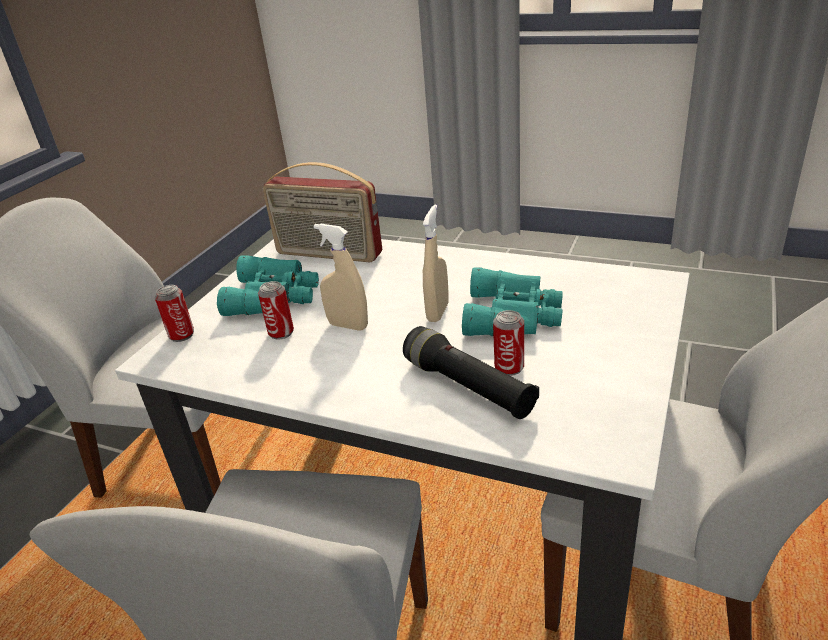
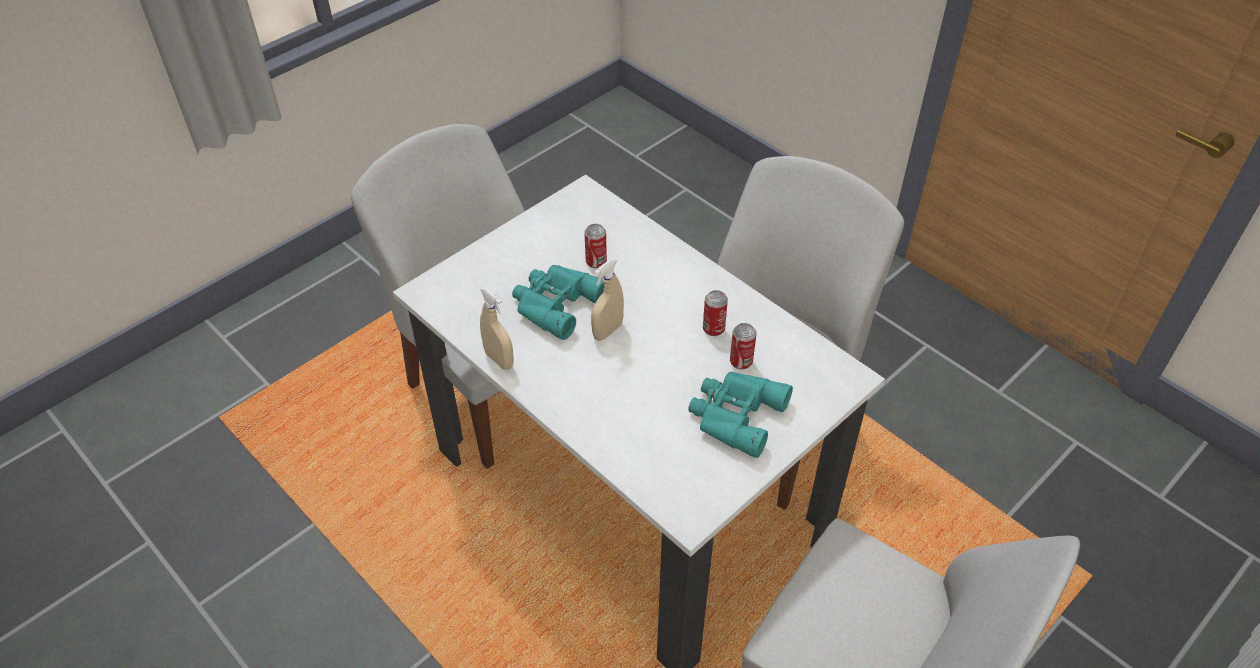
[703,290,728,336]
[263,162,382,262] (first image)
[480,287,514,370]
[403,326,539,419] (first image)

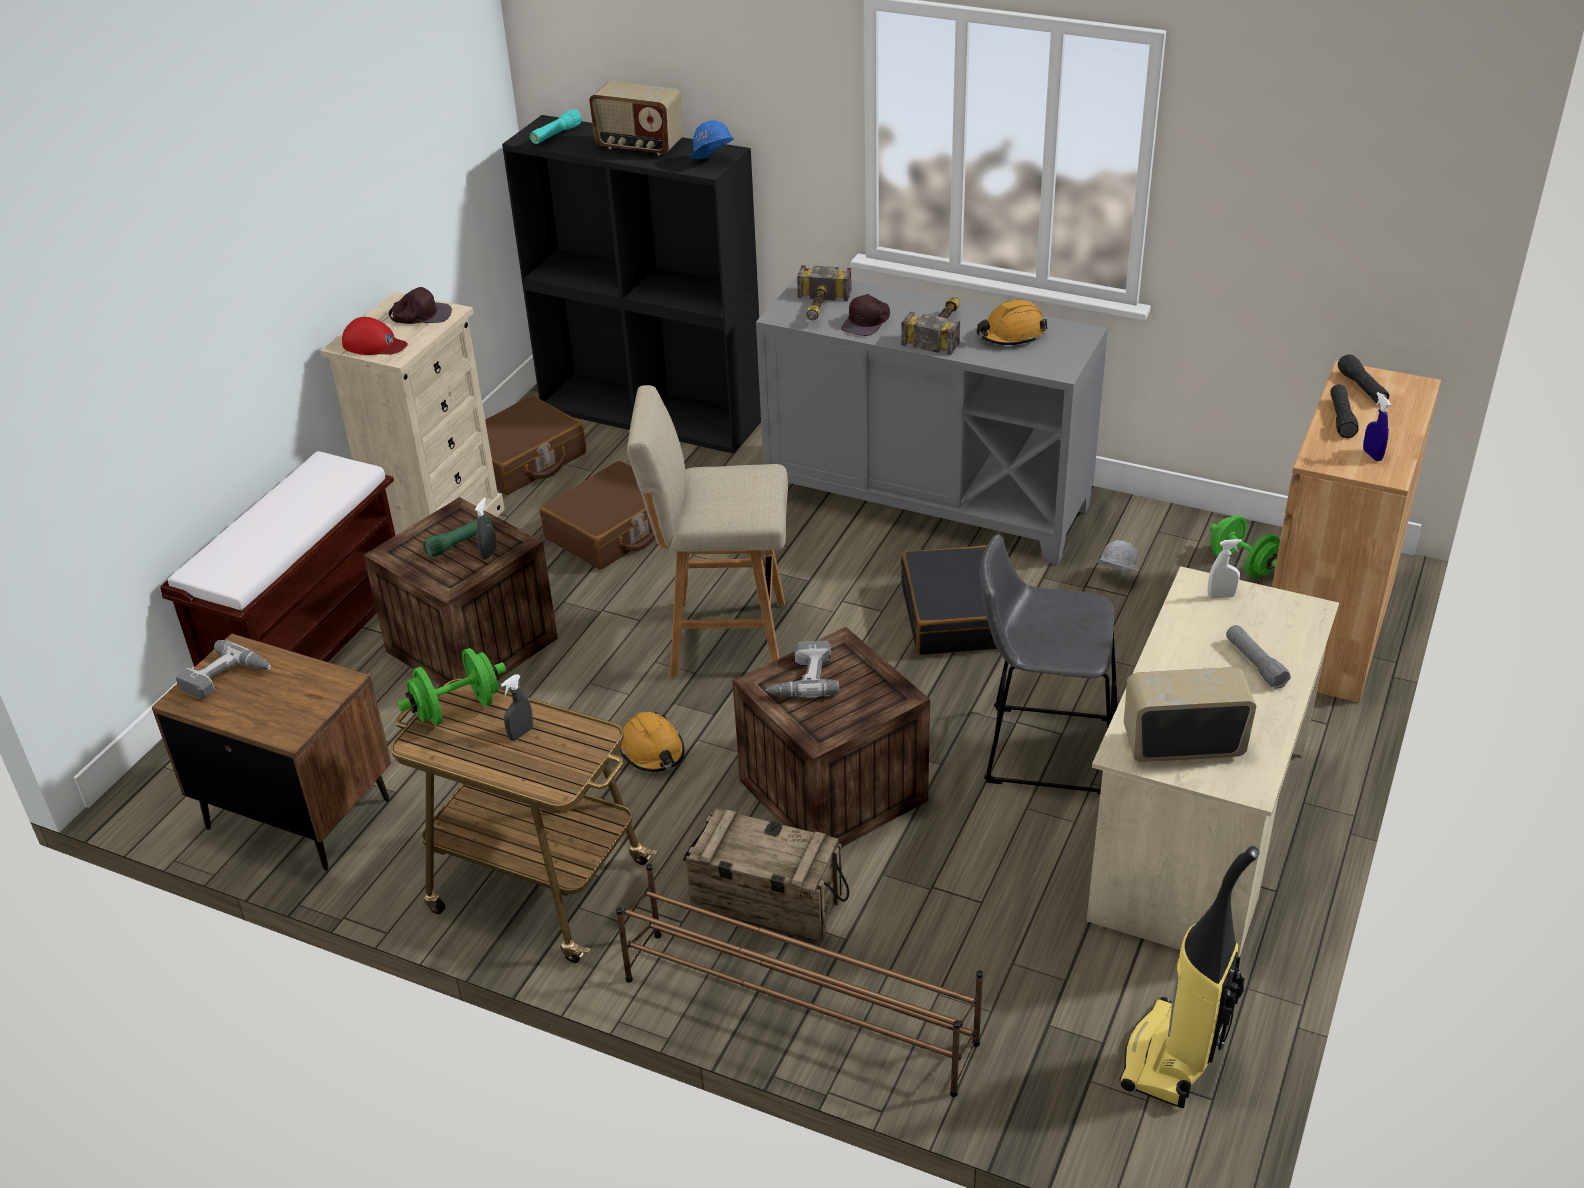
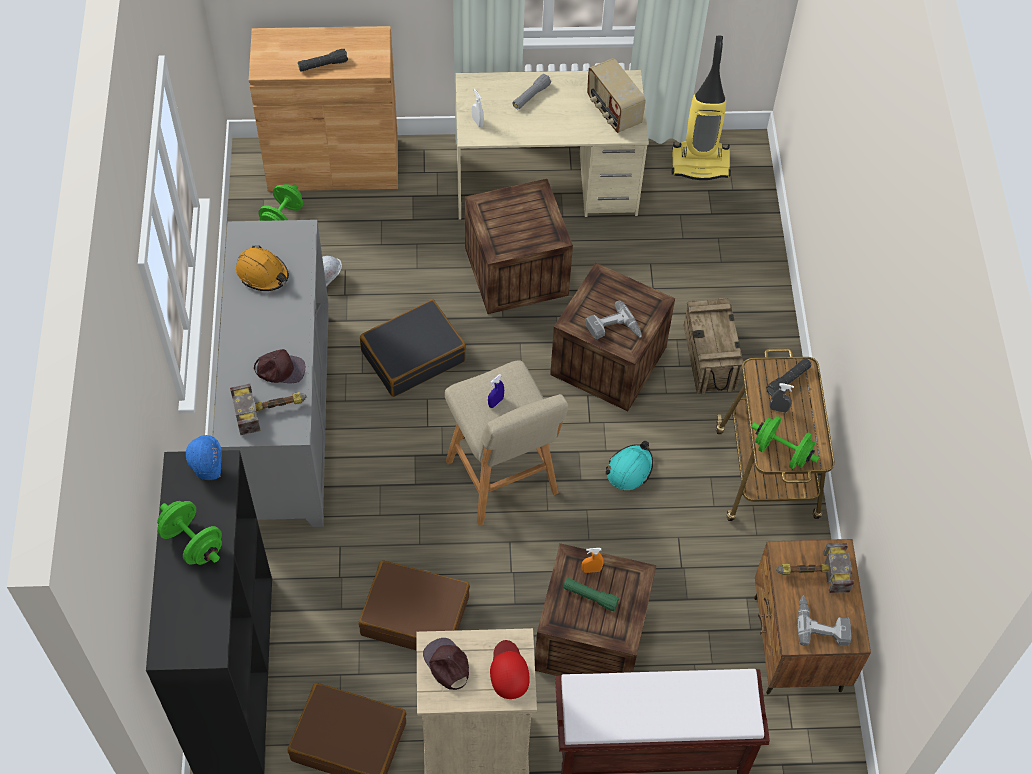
[582,548,604,573]
[530,109,582,144] (first image)
[157,501,222,565]
[616,864,983,1097] (first image)
[606,441,653,490]
[776,543,854,593]
[465,179,573,314]
[766,358,811,397]
[488,374,504,408]

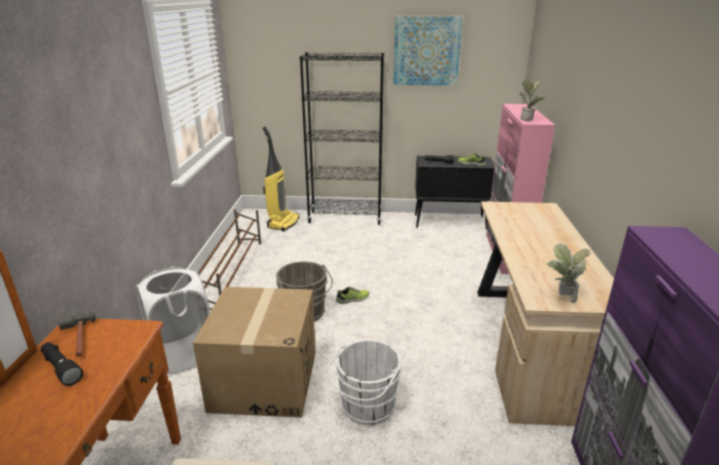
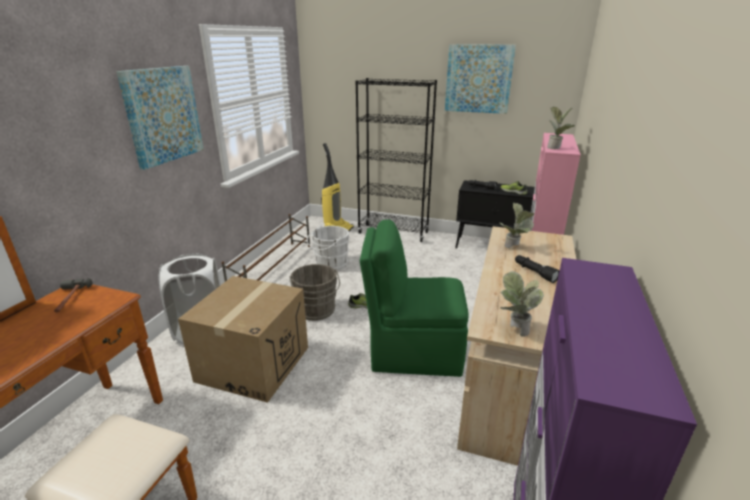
[515,255,559,283]
[307,225,350,270]
[116,66,204,170]
[360,219,469,377]
[499,202,534,248]

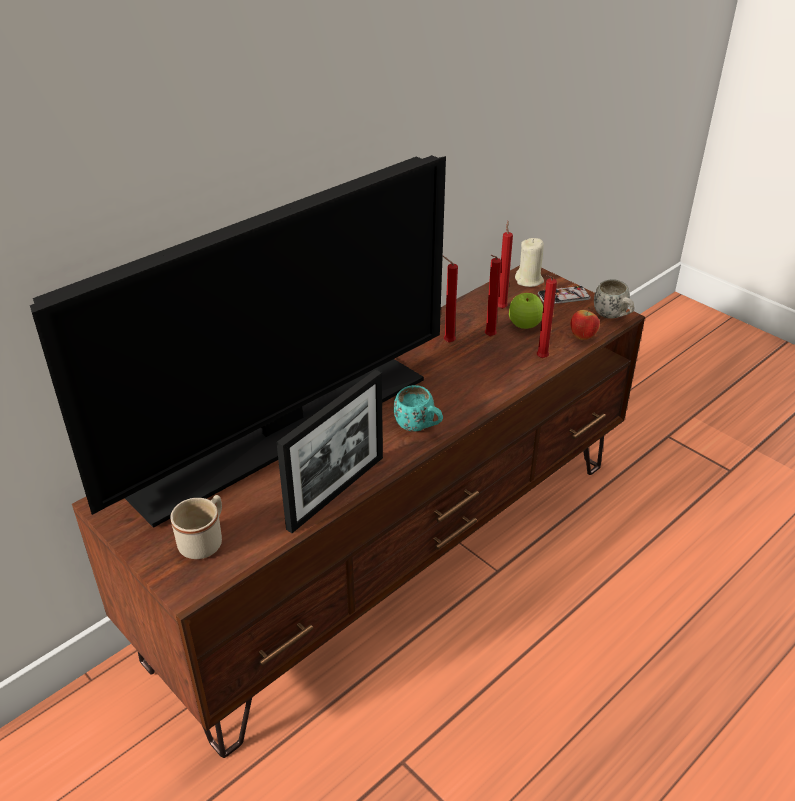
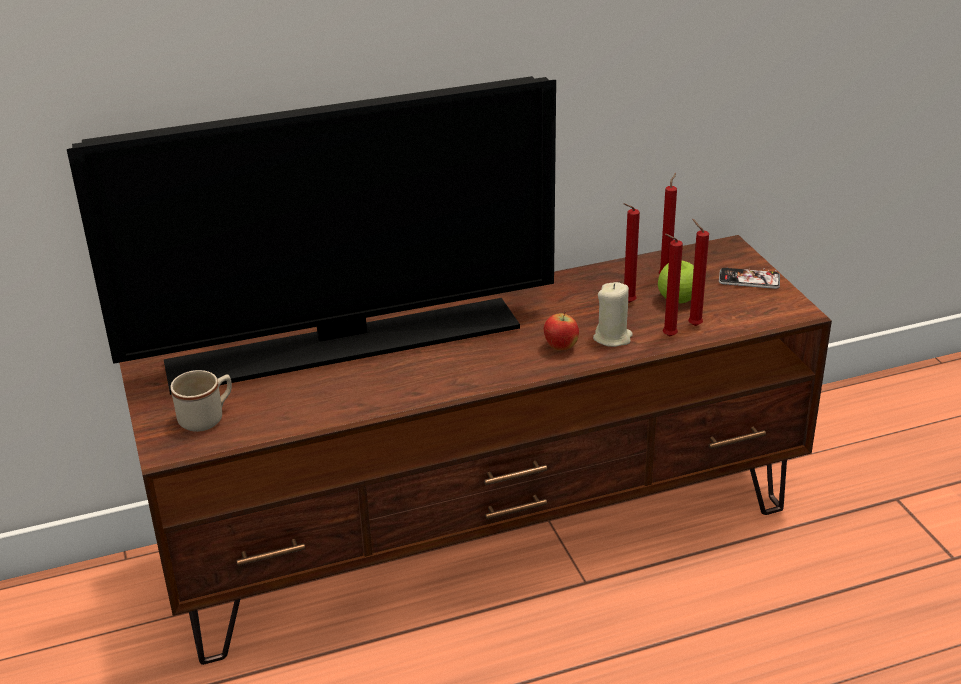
[276,370,383,533] (first image)
[394,385,443,432] (first image)
[688,219,709,326]
[593,282,633,347]
[544,311,579,350]
[594,279,635,319] (first image)

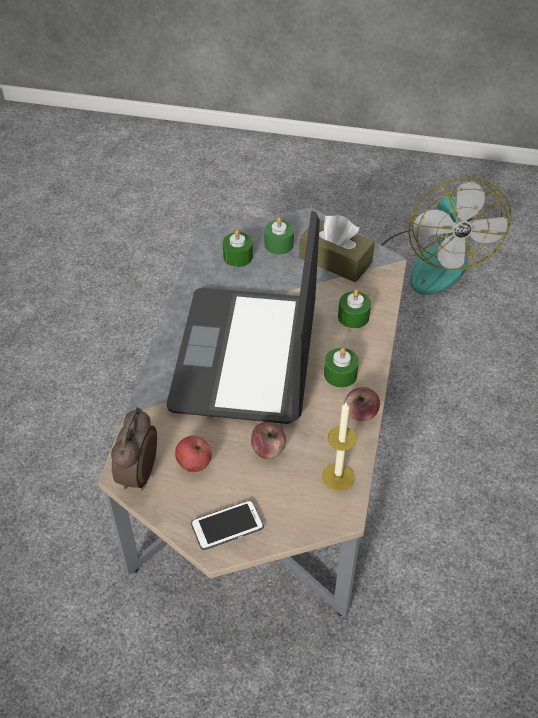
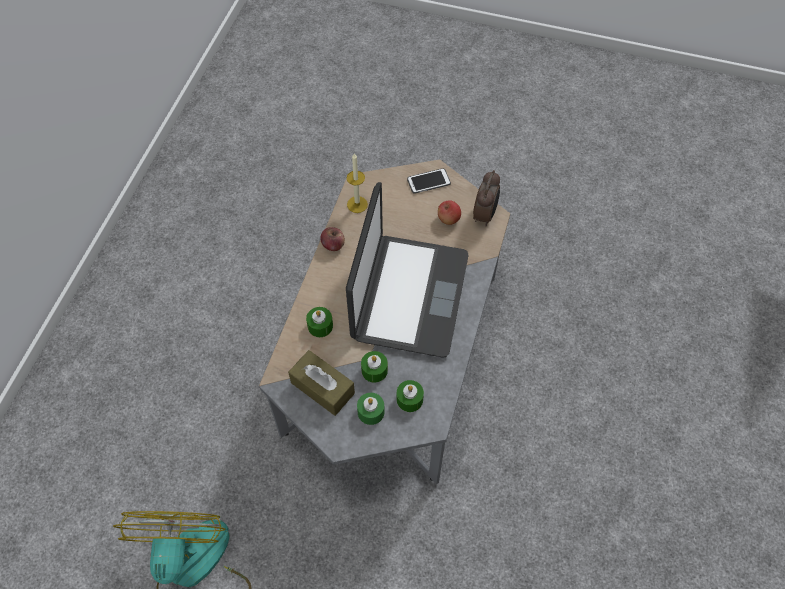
[251,422,286,459] (first image)
[361,351,388,383]

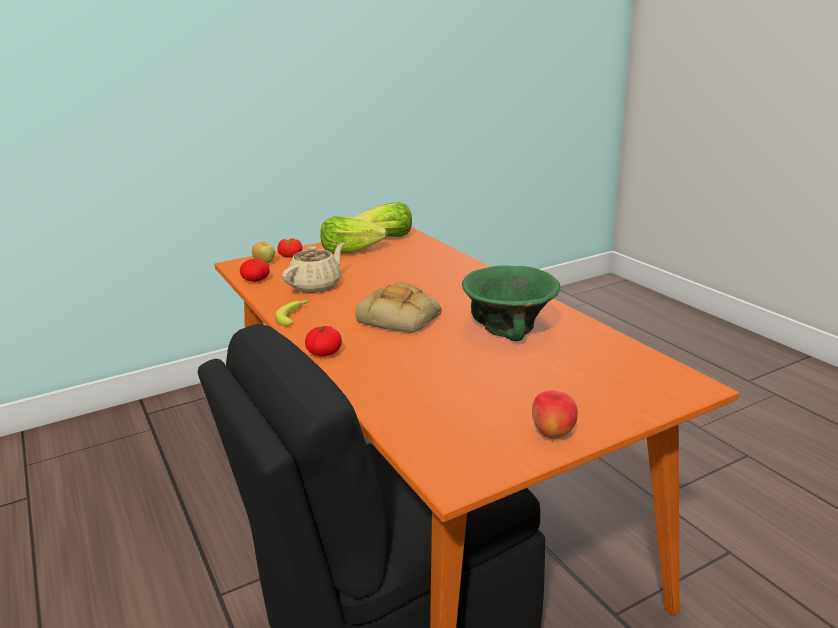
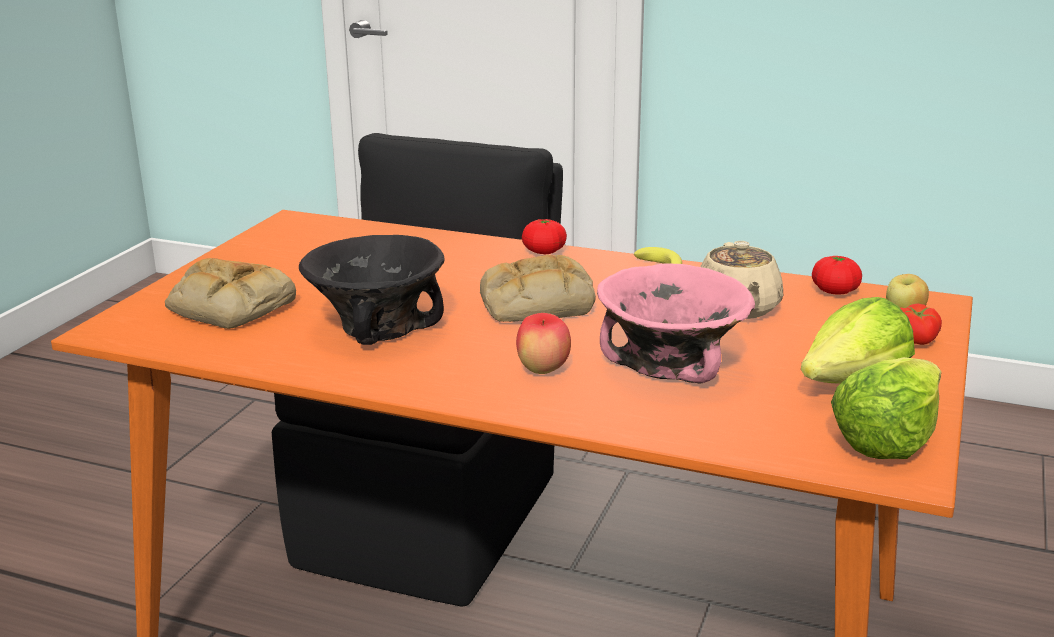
[299,235,444,345]
[516,313,571,374]
[165,258,296,329]
[597,264,755,384]

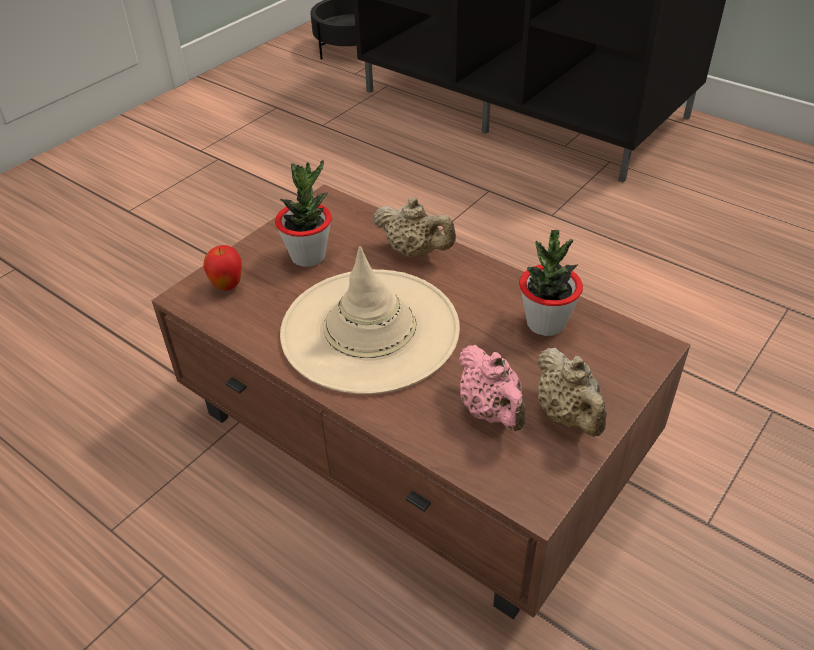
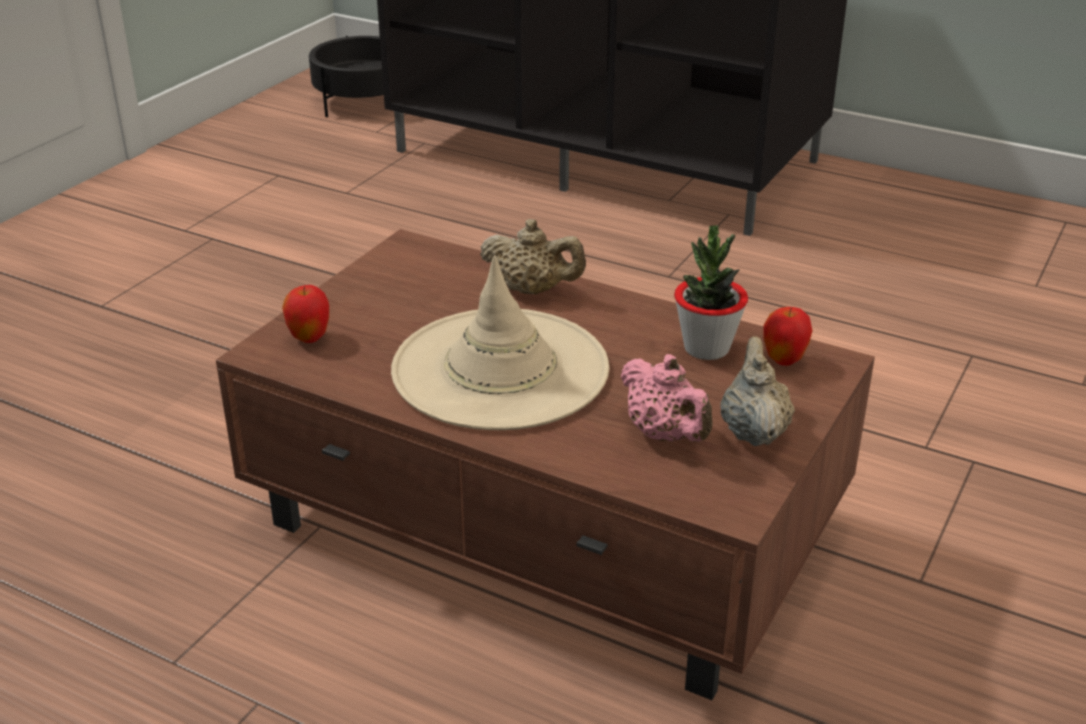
[275,160,332,267] (first image)
[720,336,795,446]
[763,307,813,366]

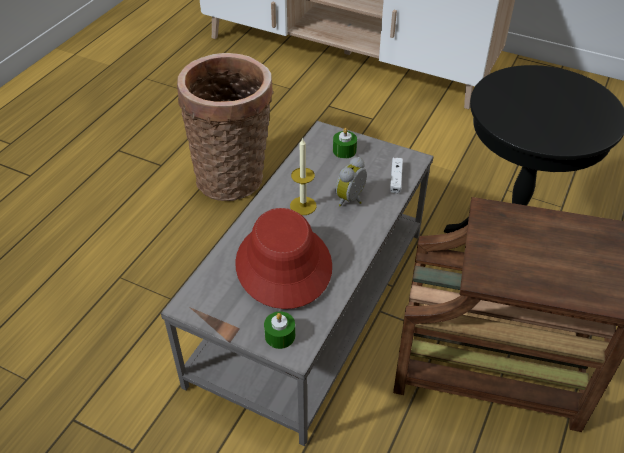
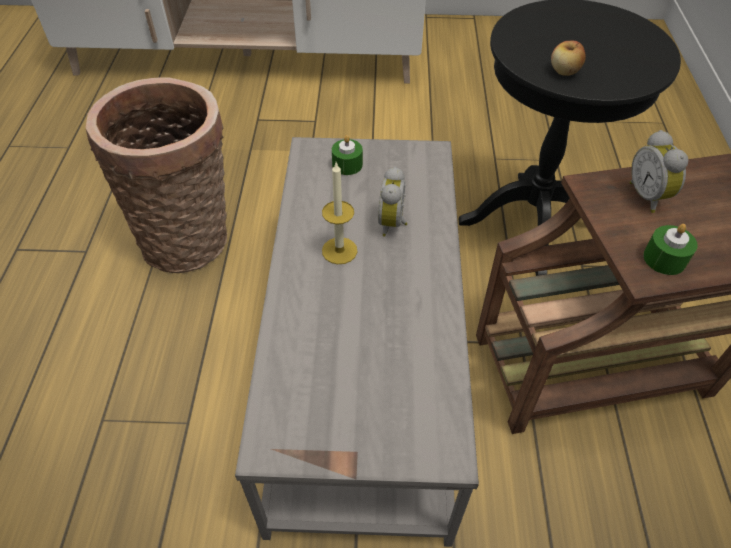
[235,208,332,309] (first image)
[643,224,698,275]
[390,158,403,194] (first image)
[551,41,586,76]
[630,130,688,213]

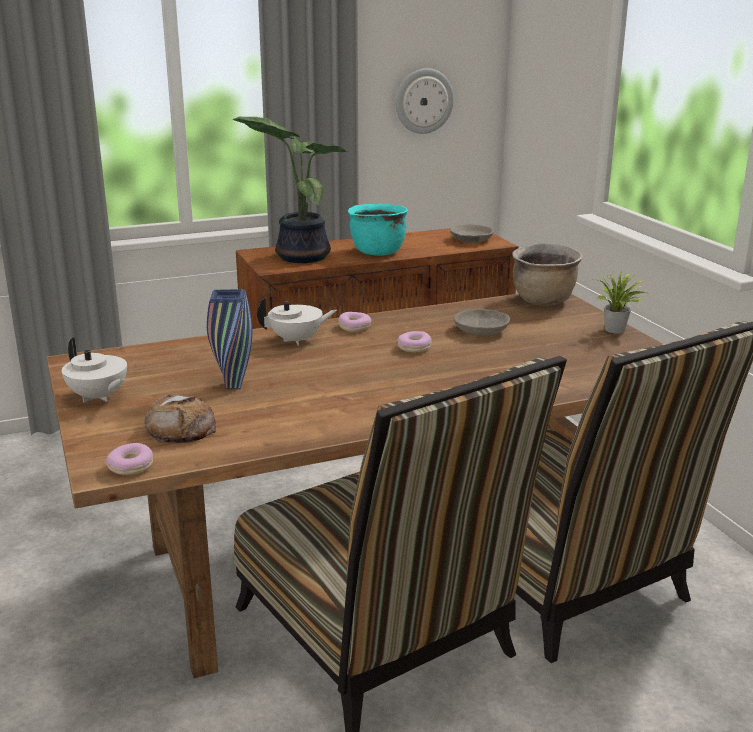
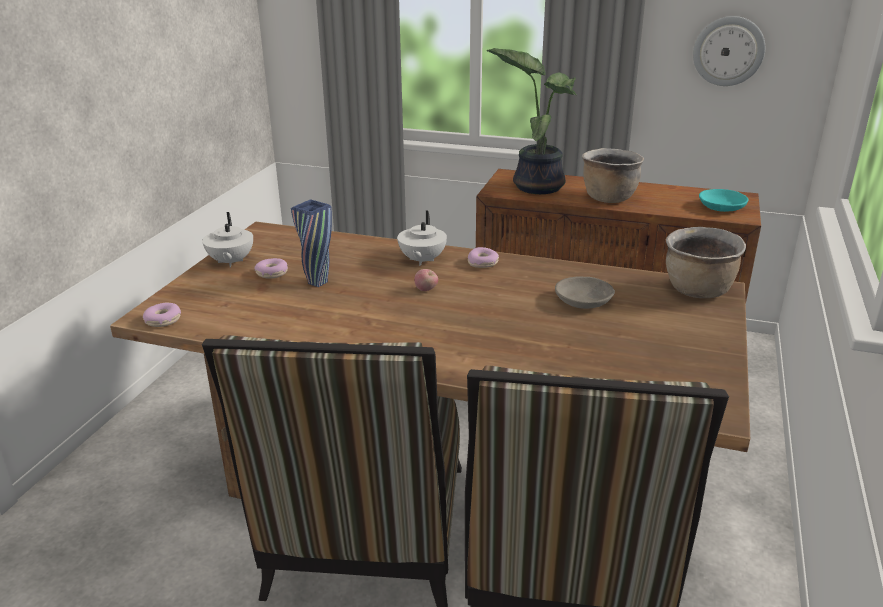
[144,394,216,443] (first image)
[397,210,447,266]
[582,148,644,203]
[254,258,288,279]
[699,189,749,212]
[592,271,646,334] (first image)
[414,269,438,291]

